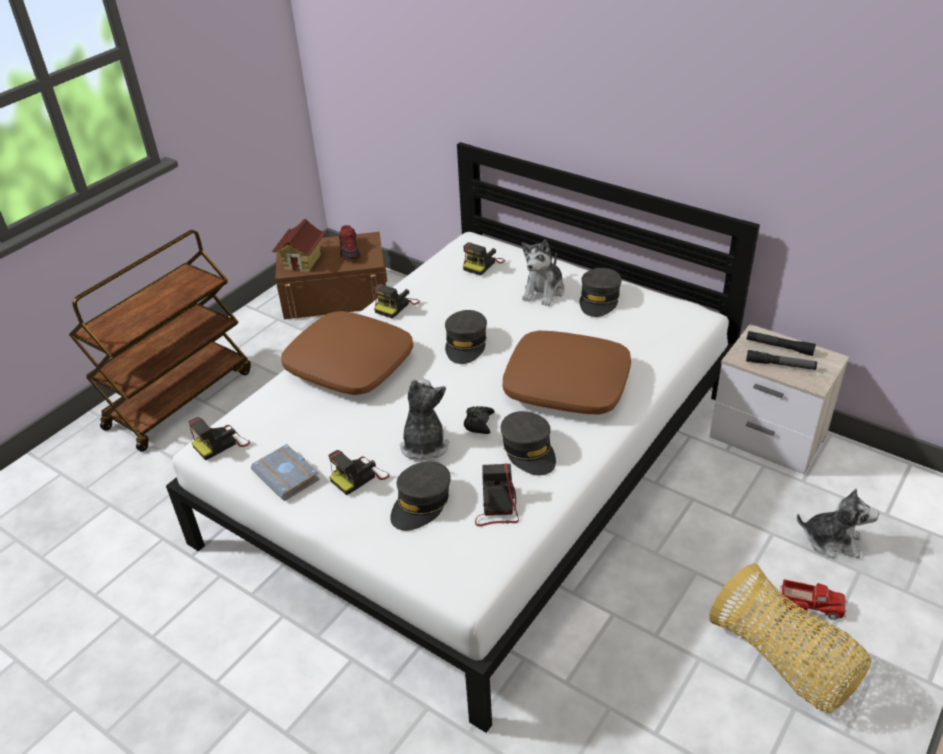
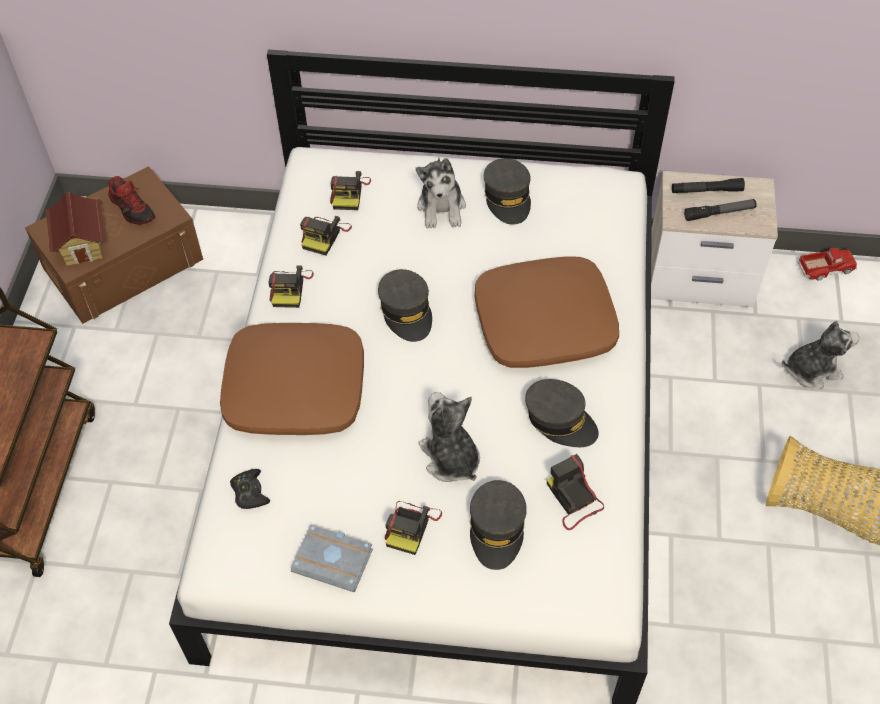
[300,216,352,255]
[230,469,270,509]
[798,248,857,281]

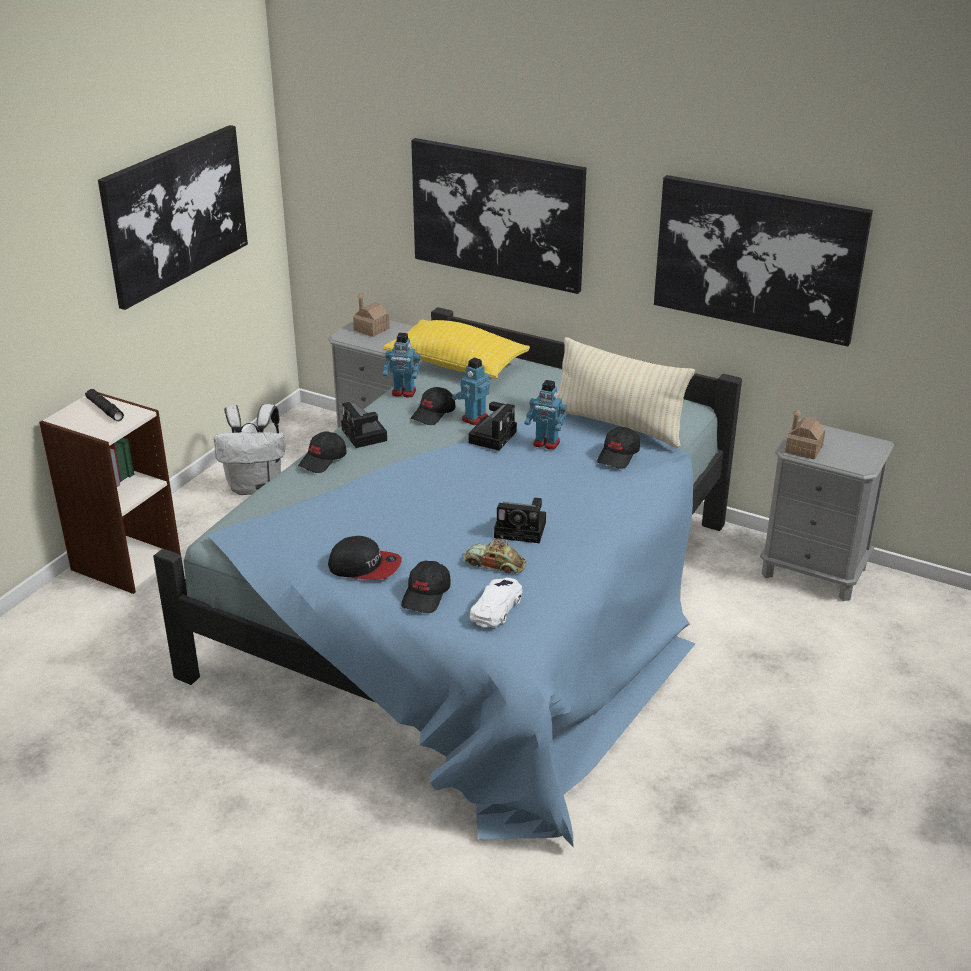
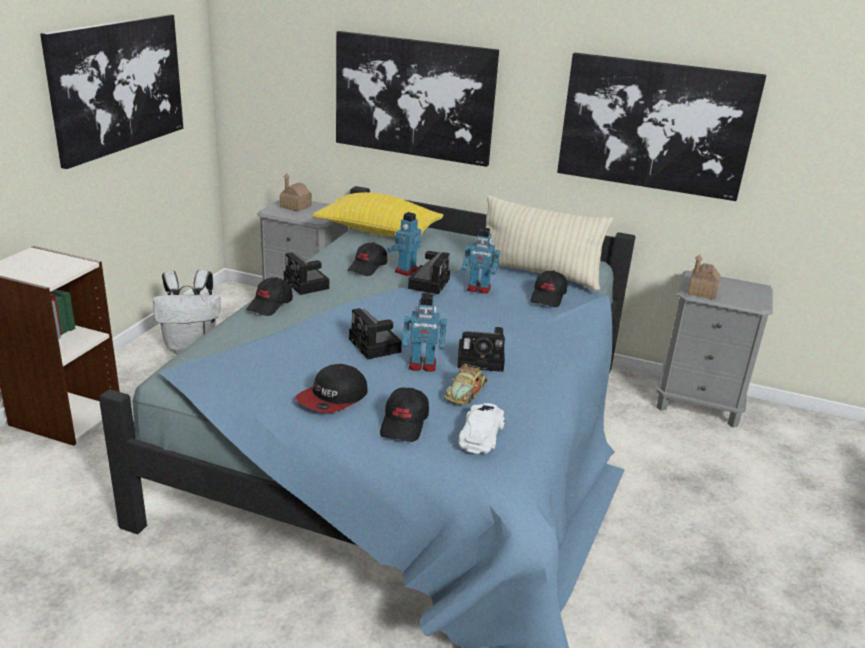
[85,389,124,421] (first image)
[295,364,368,413]
[402,293,447,372]
[444,364,488,404]
[349,308,402,360]

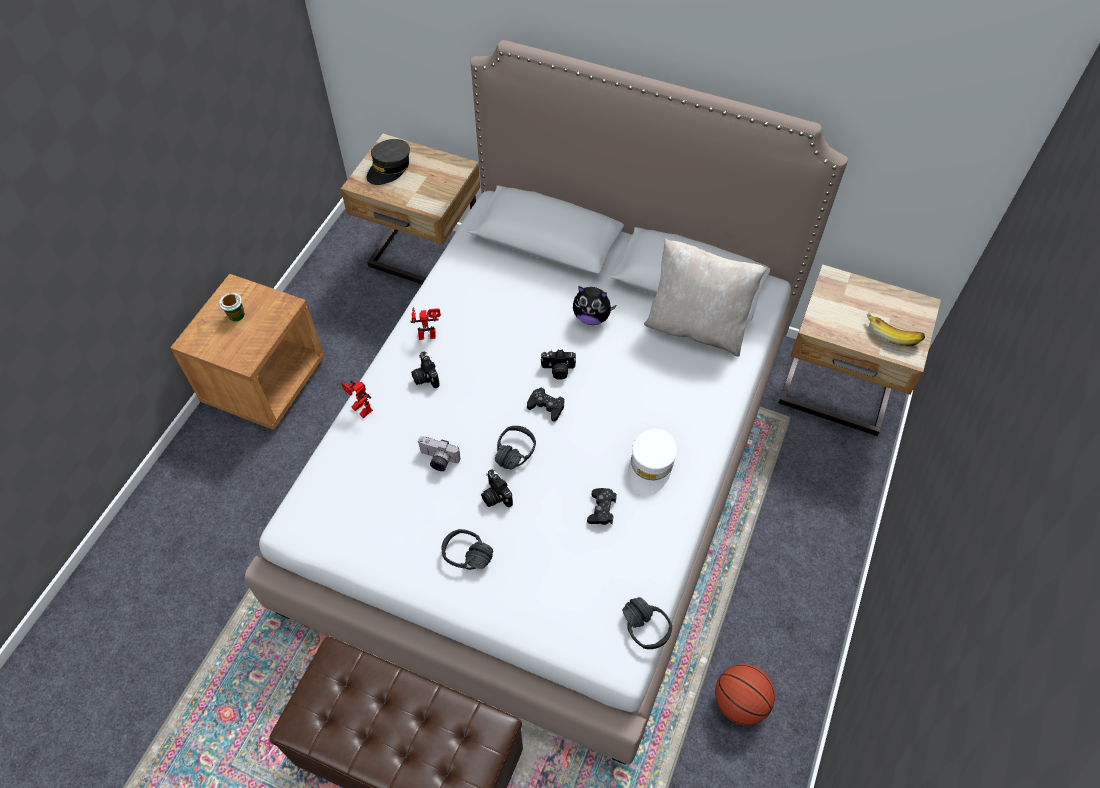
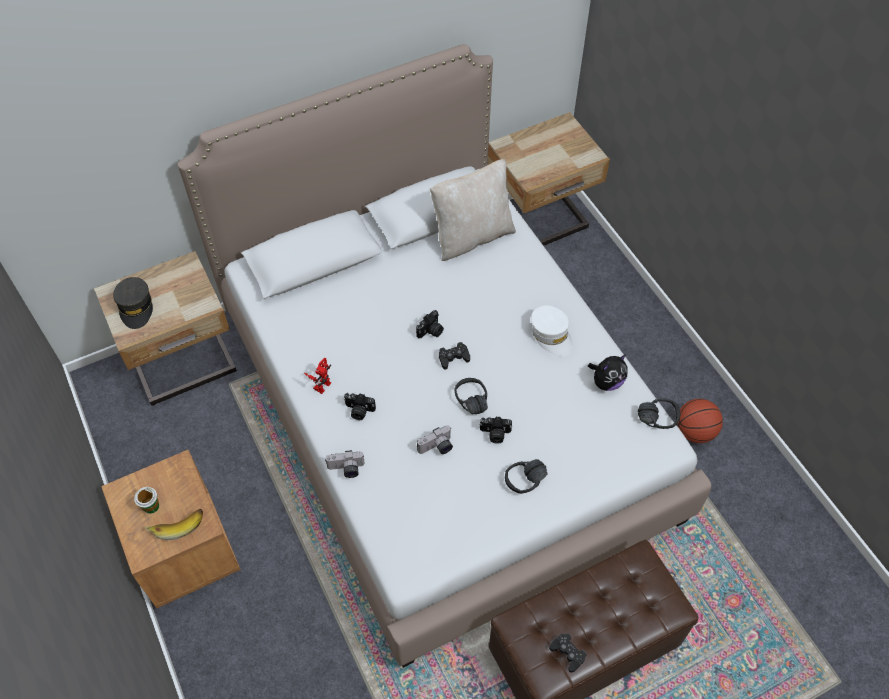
[325,450,365,478]
[588,354,627,391]
[549,633,587,673]
[145,509,203,540]

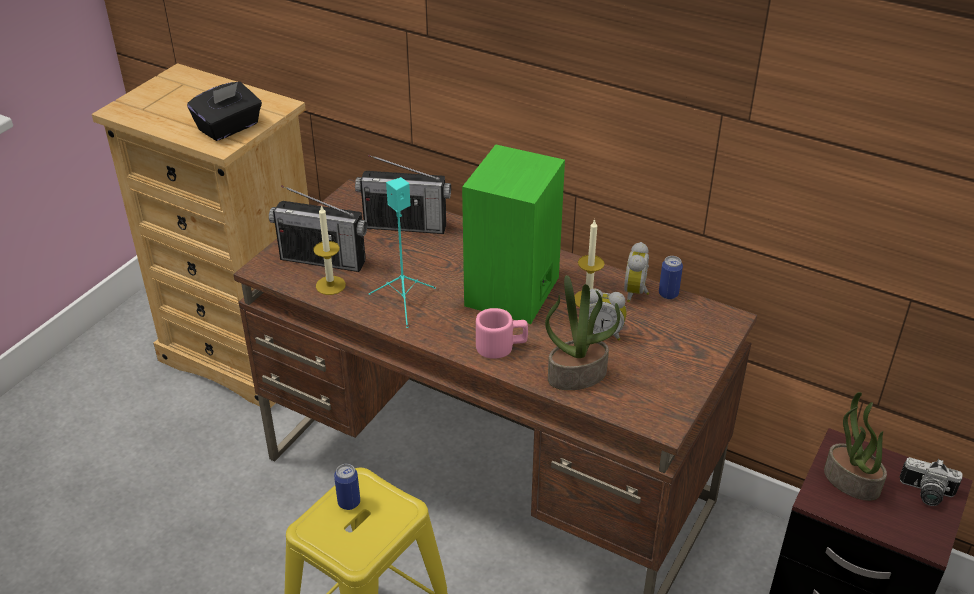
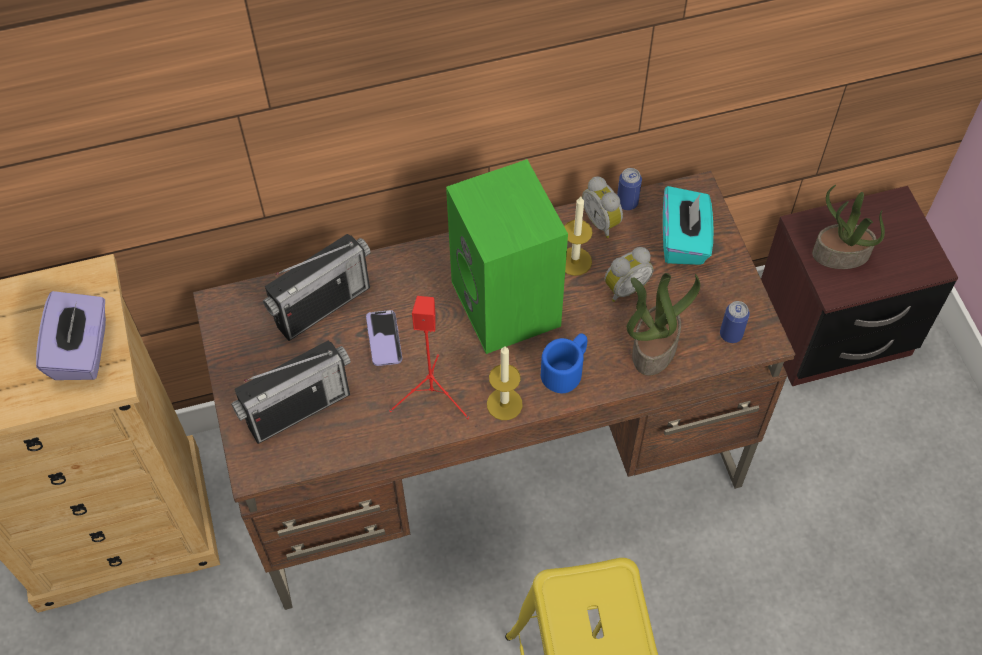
[36,291,106,380]
[487,346,523,420]
[720,301,750,343]
[389,296,469,419]
[541,333,587,393]
[900,457,963,506] (first image)
[366,310,402,366]
[663,186,713,265]

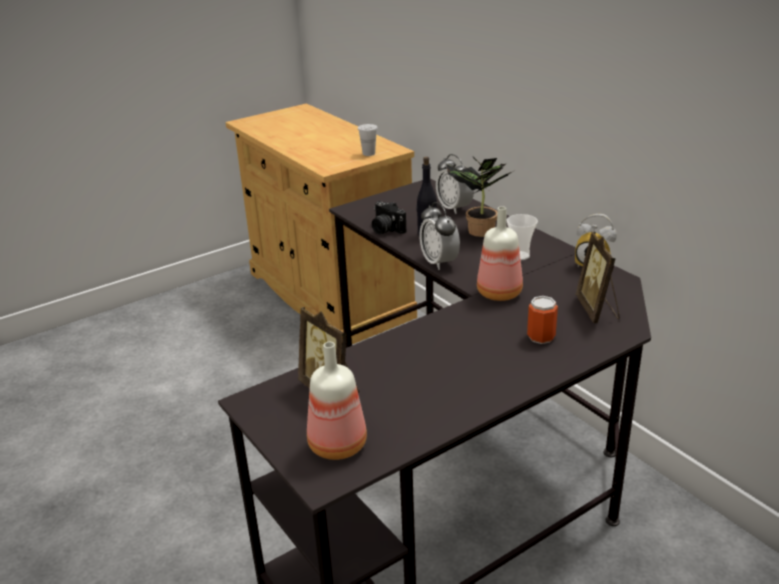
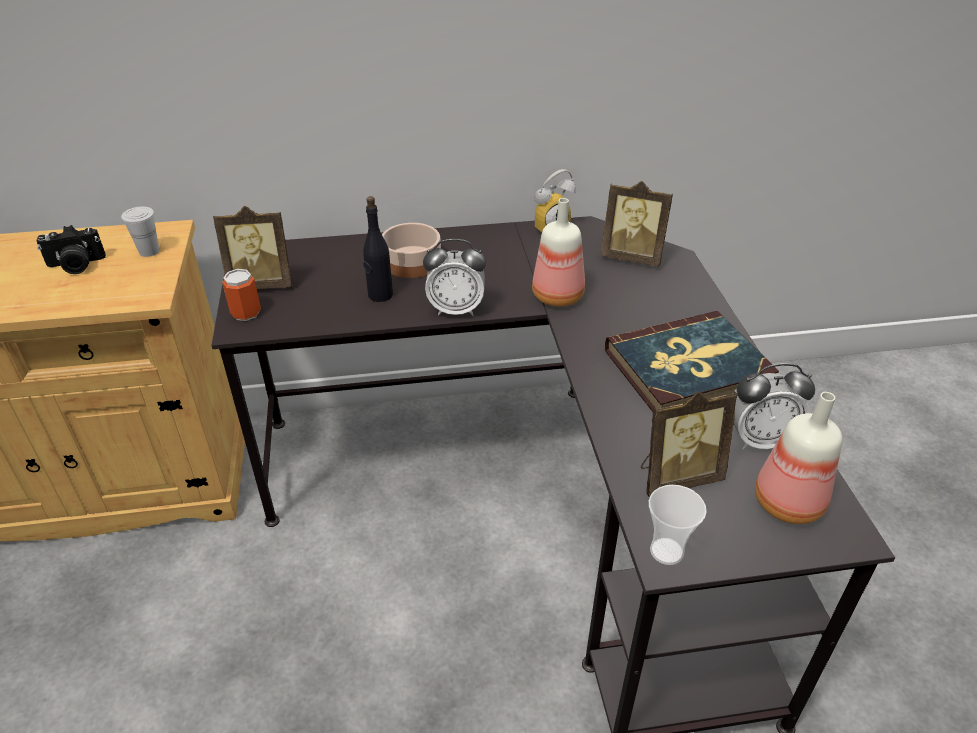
[37,225,106,274]
[733,363,815,450]
[382,223,441,278]
[649,485,707,565]
[222,269,261,321]
[213,206,292,289]
[605,311,779,412]

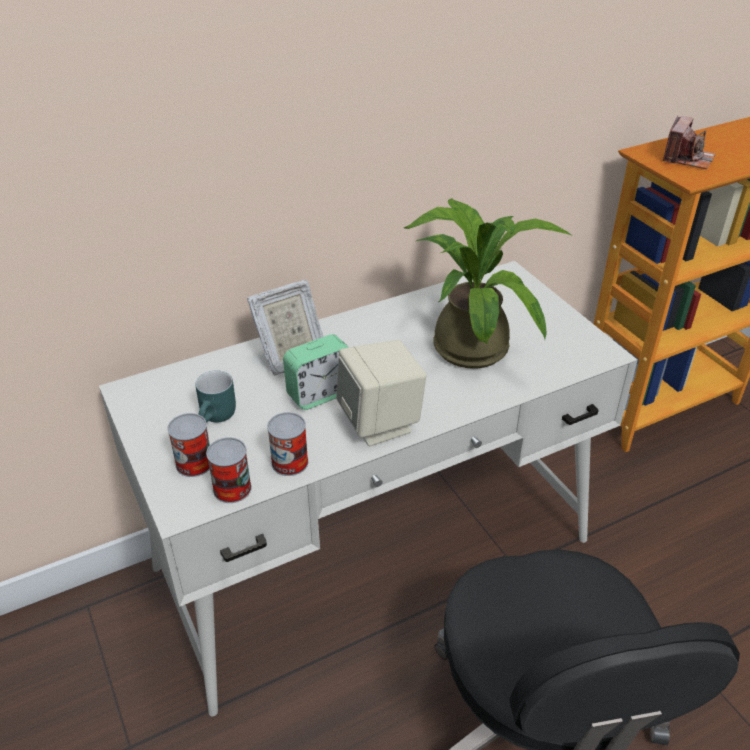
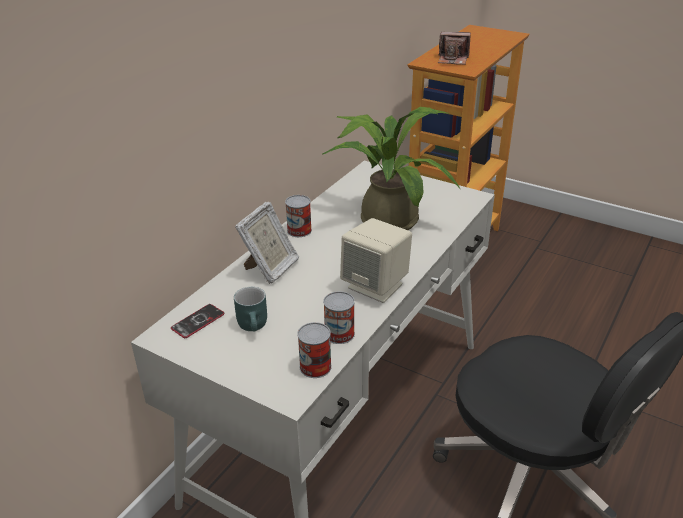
[285,195,312,237]
[283,334,349,410] (first image)
[438,32,471,65]
[171,304,225,338]

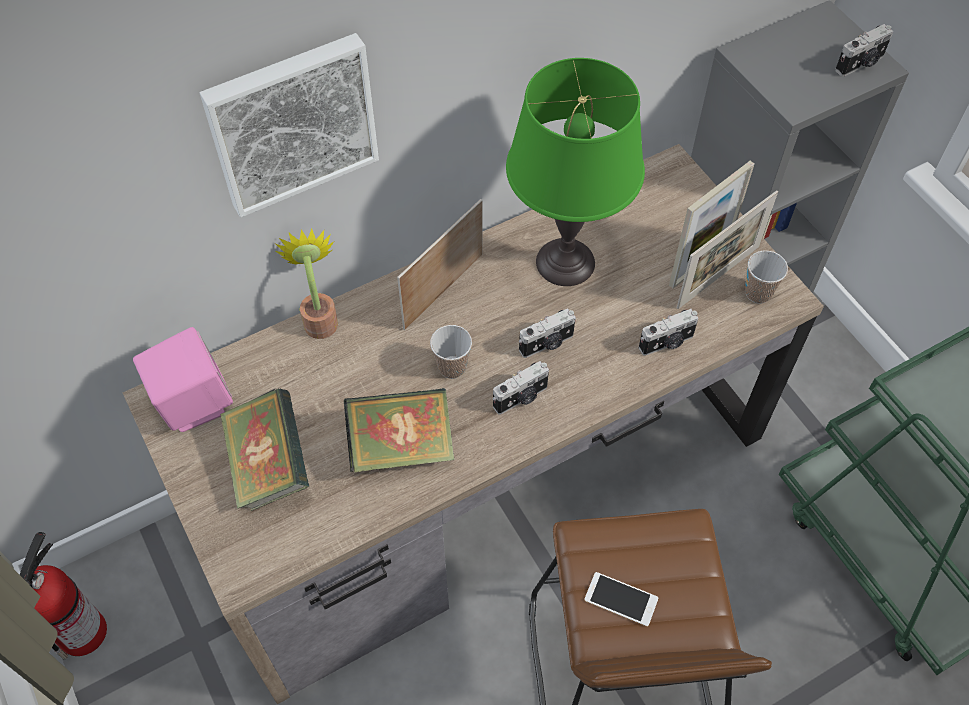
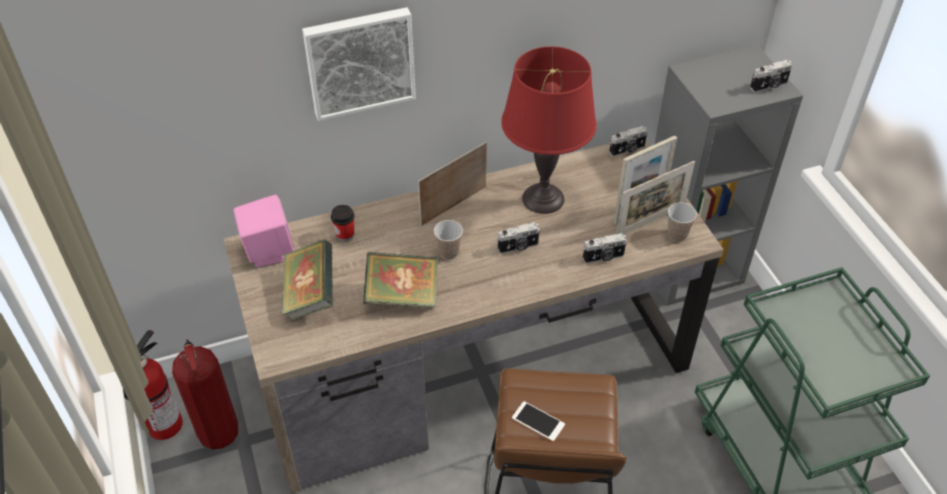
[276,229,338,339] (first image)
[609,126,647,157]
[501,46,597,214]
[172,339,238,449]
[331,205,355,242]

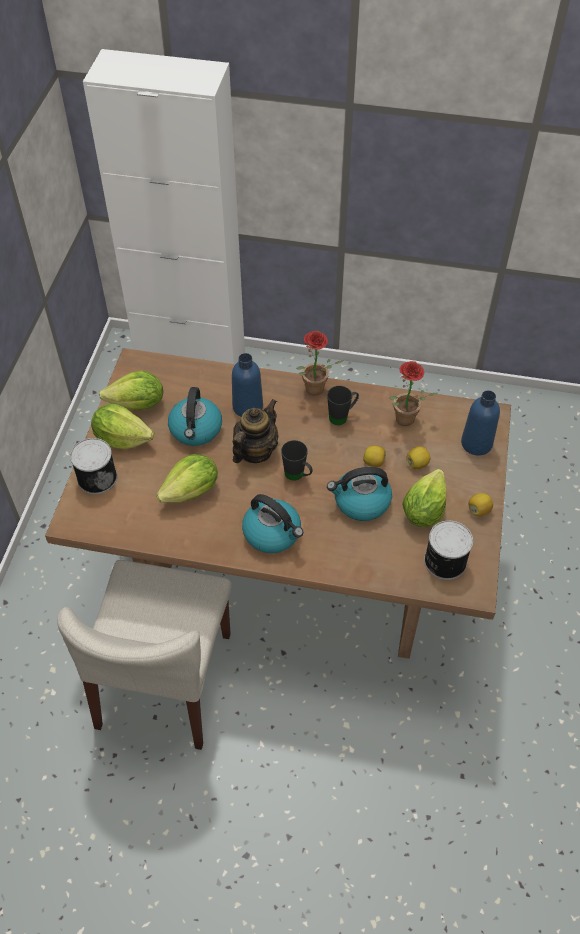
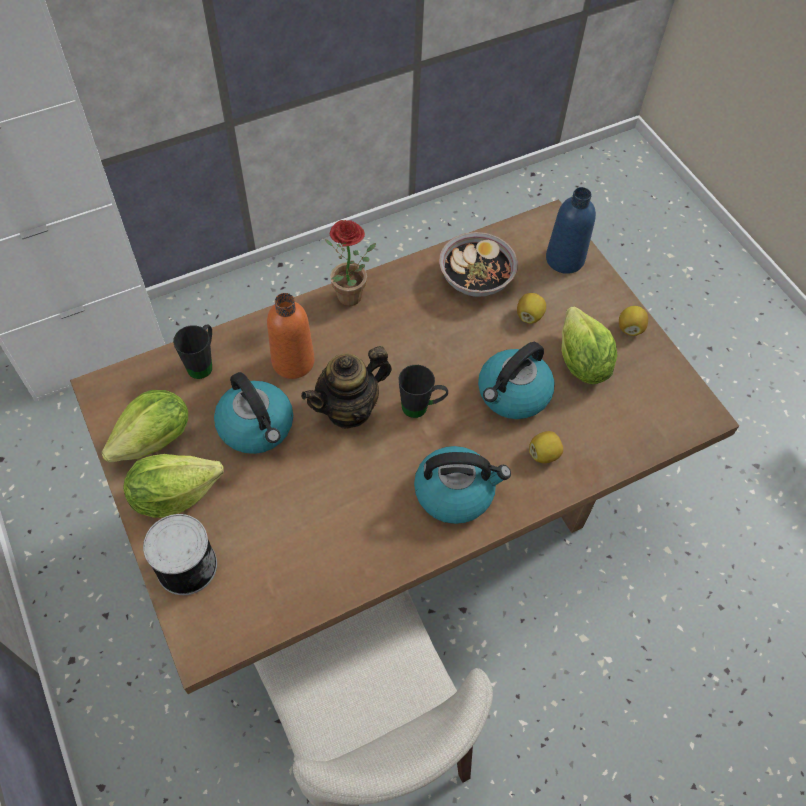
[156,454,218,503] (first image)
[267,293,315,379]
[301,346,392,429]
[173,325,212,379]
[529,431,563,463]
[439,232,518,297]
[424,521,473,580] (first image)

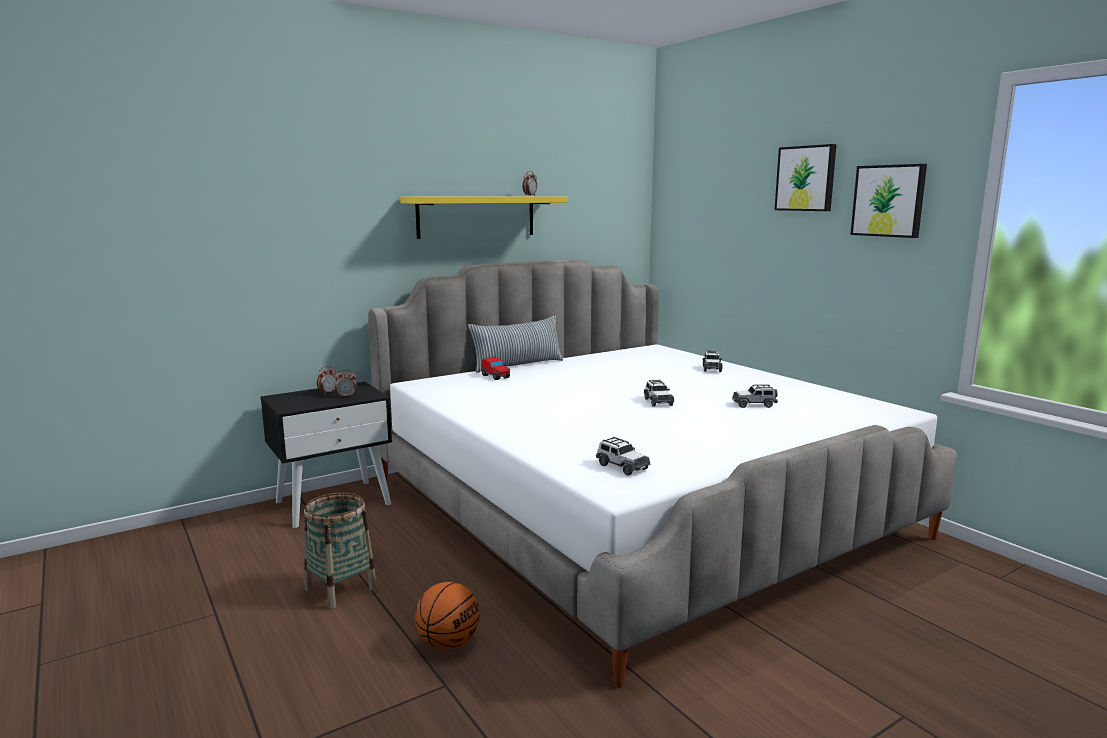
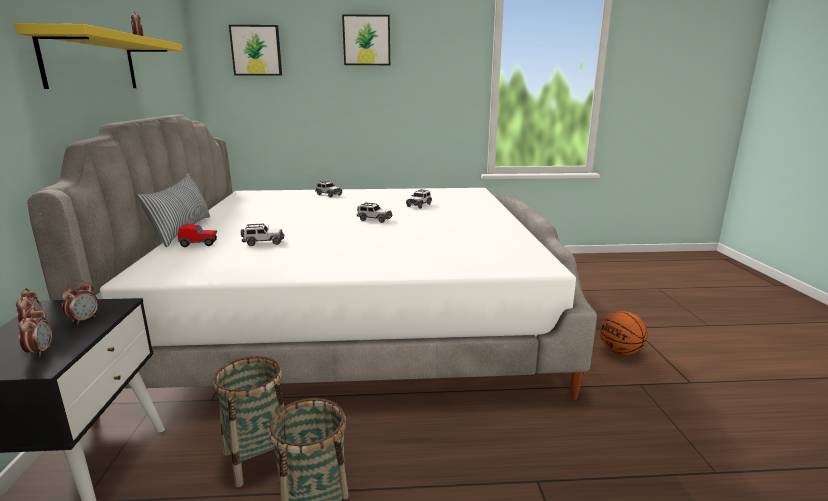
[600,311,648,355]
[241,224,284,246]
[229,25,282,76]
[18,307,52,357]
[213,356,284,487]

